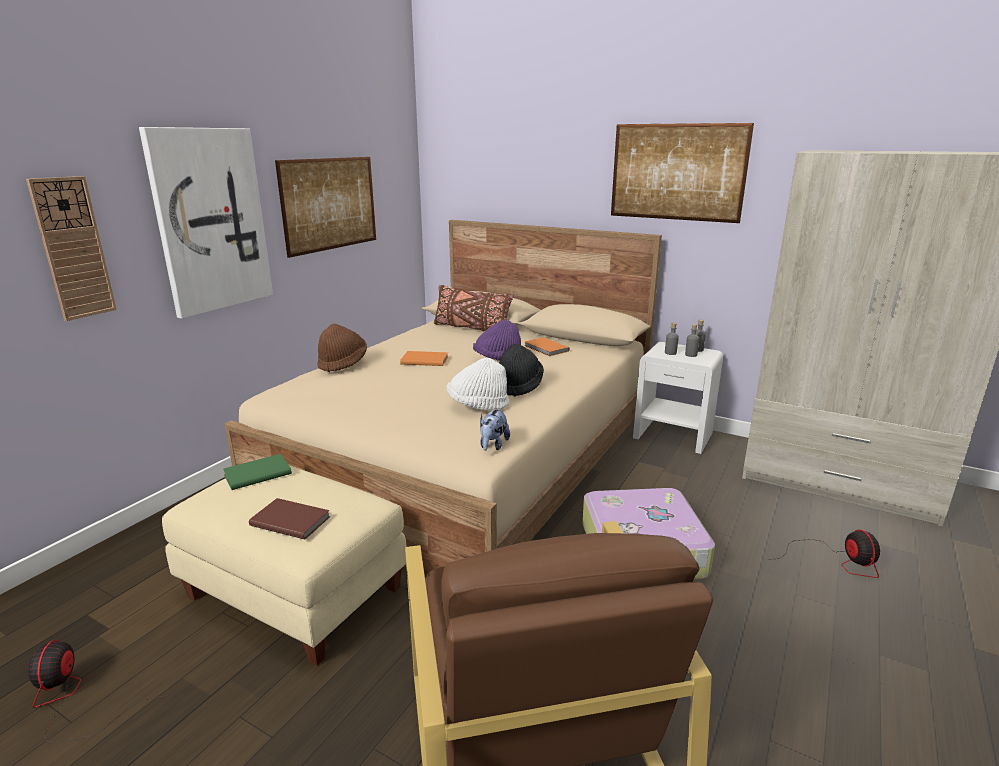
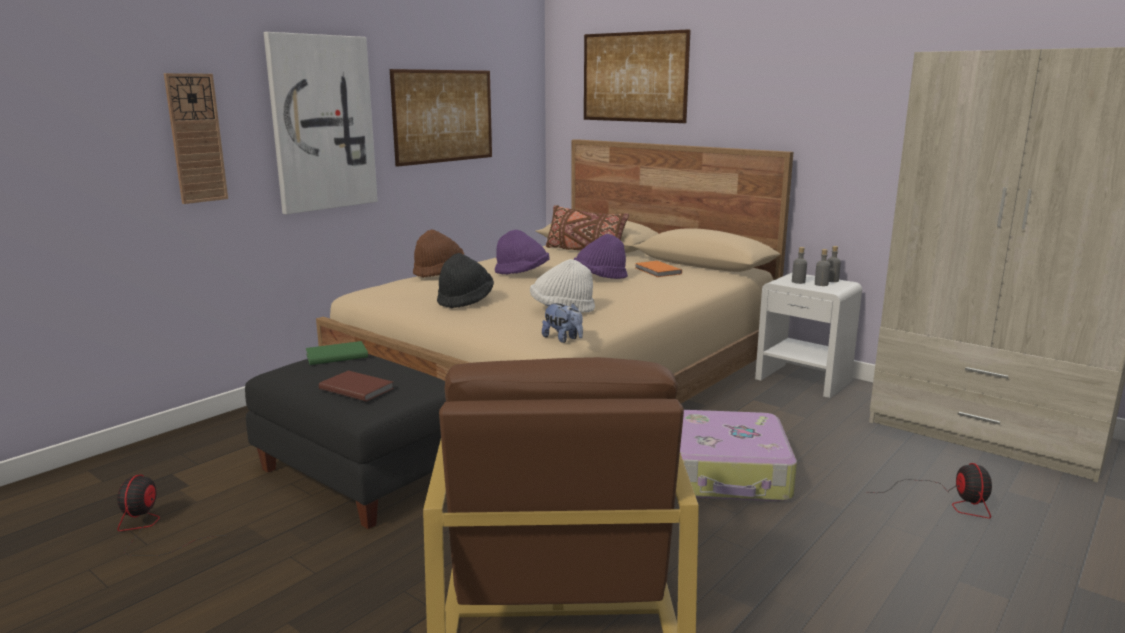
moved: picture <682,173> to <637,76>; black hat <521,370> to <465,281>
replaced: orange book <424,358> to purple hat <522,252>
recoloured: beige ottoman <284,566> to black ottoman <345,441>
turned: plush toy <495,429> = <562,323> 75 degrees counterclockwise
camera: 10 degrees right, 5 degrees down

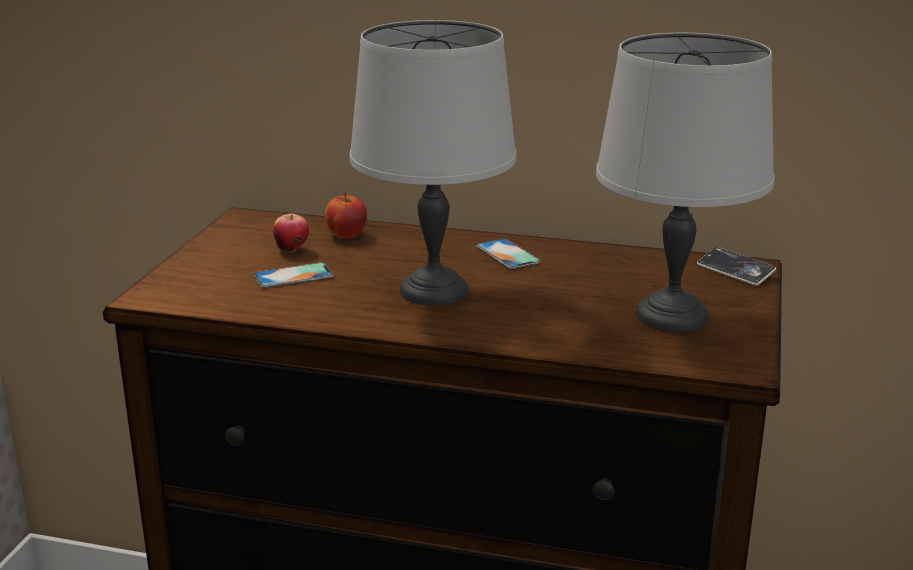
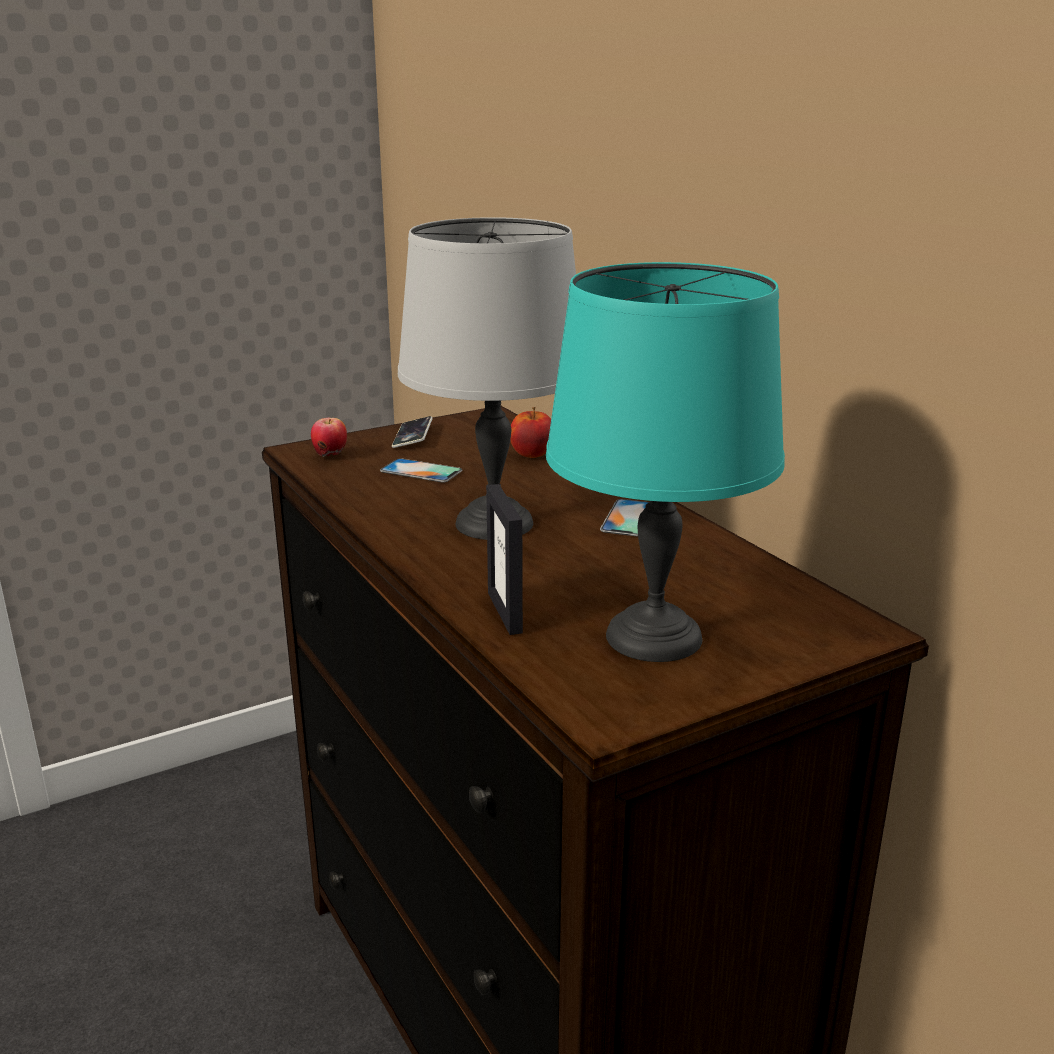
added: picture frame <504,559>
moved: apple <291,233> to <329,437>; phone <736,266> to <412,432>
recoloured: grey table lamp <685,182> to turquoise table lamp <665,462>
camera: 45 degrees right, 0 degrees up

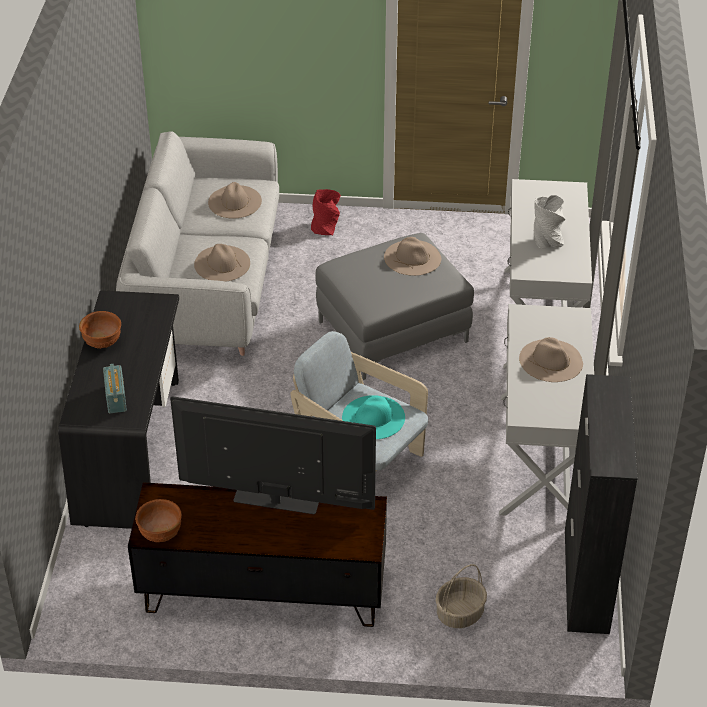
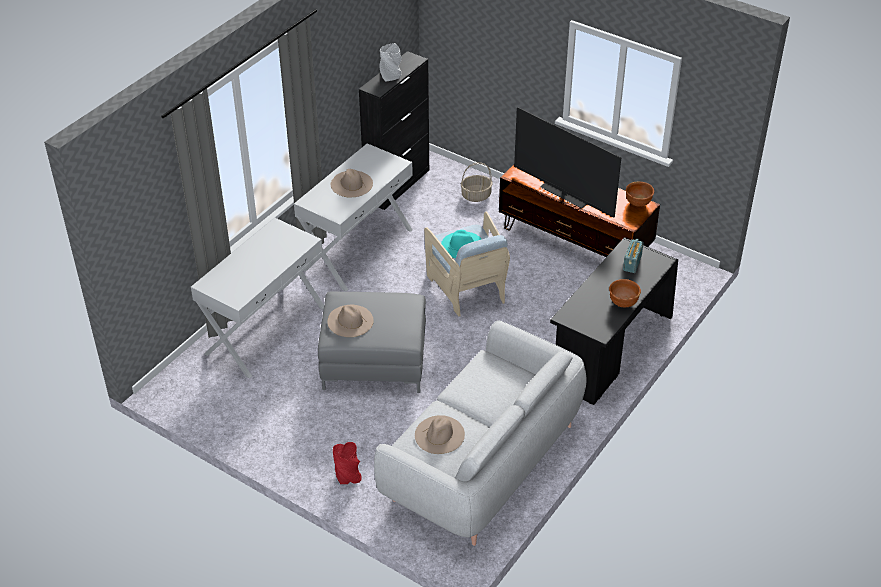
removed: beige hat <222,263>
moved: grey vase <549,221> to <391,62>
camera: 150 degrees left, 0 degrees up

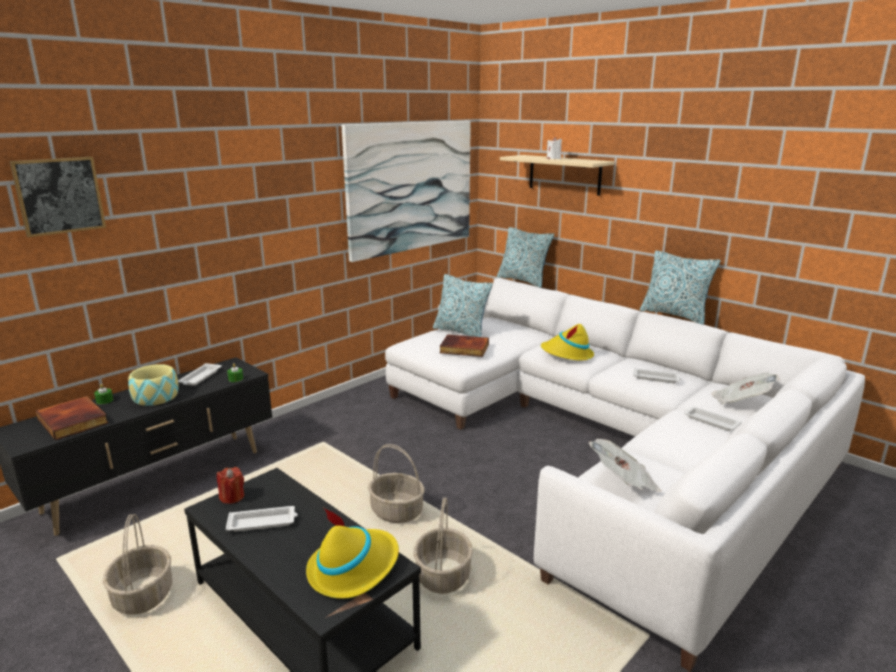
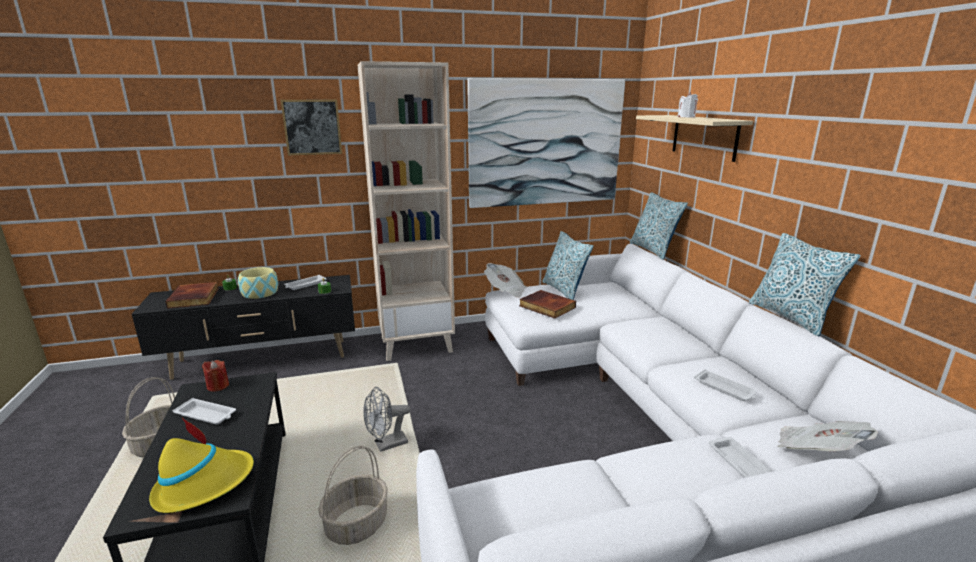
removed: yellow hat <567,342>
added: beige bookcase <406,211>
moved: picture <57,197> to <311,127>; newspaper <625,465> to <505,280>
replaced: basket <396,483> to grey fan <387,419>
camera: 30 degrees right, 0 degrees up

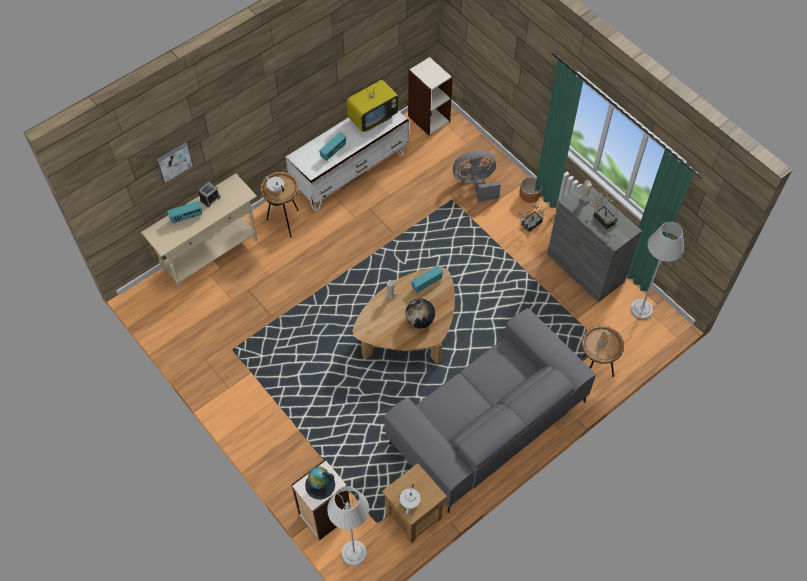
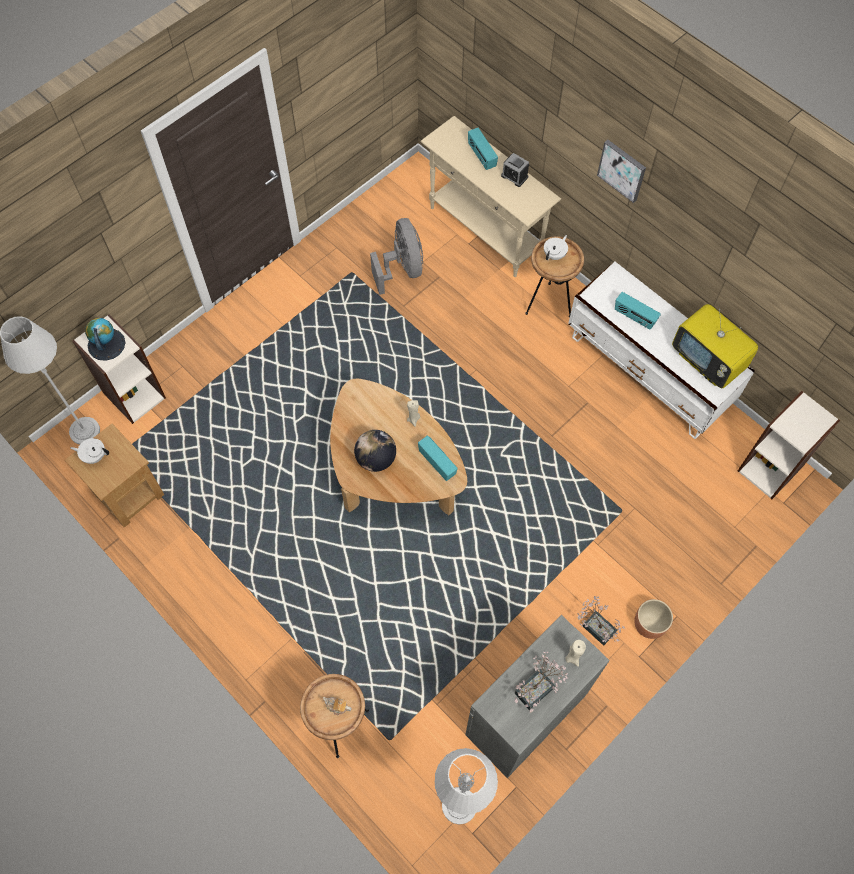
removed: grey sofa <490,410>
moved: picture <175,163> to <621,171>; grey fan <477,176> to <396,256>
camera: 85 degrees right, 5 degrees up

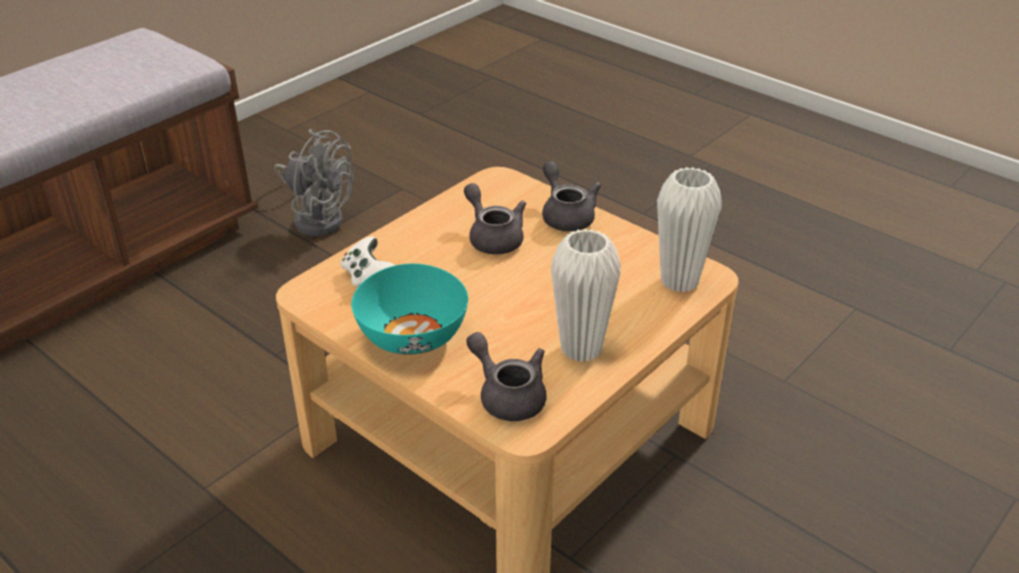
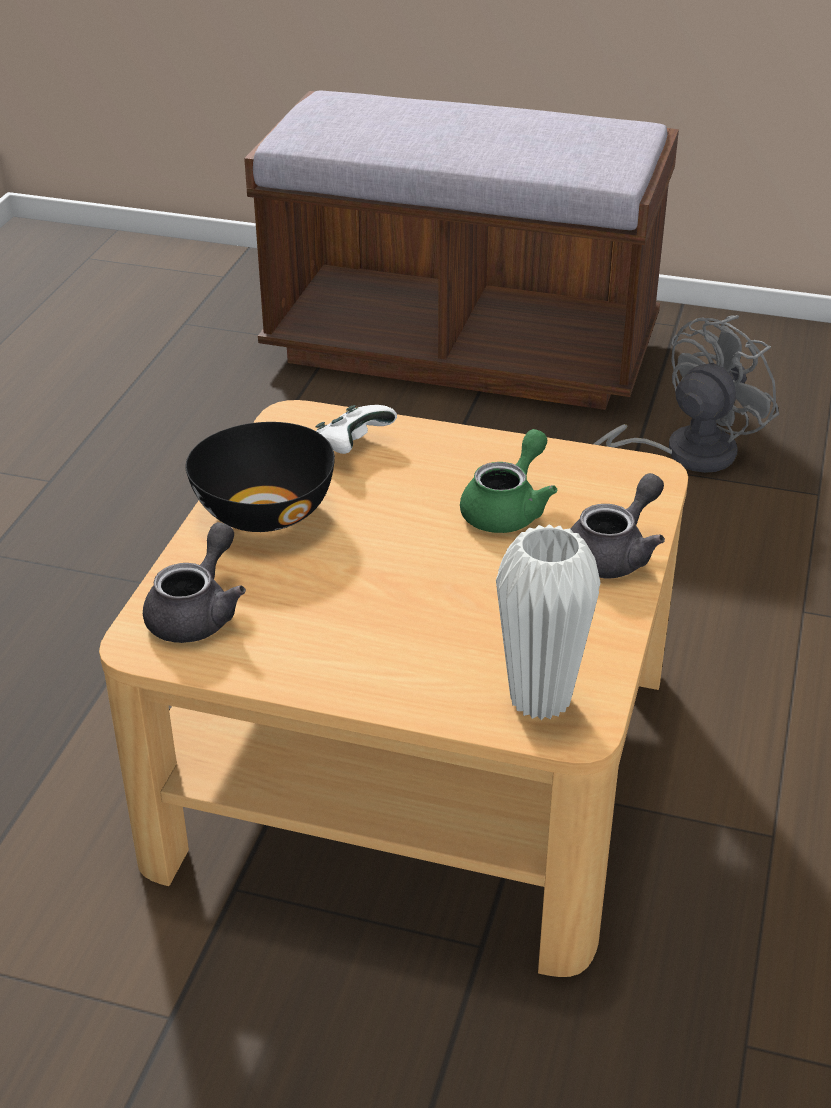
removed: white vase <586,295>
recoloured: grey teapot <495,218> to green teapot <508,481>; turquoise bowl <409,309> to black bowl <260,477>
turned: grey fan <314,183> = <687,394> 135 degrees counterclockwise
camera: 65 degrees right, 0 degrees up

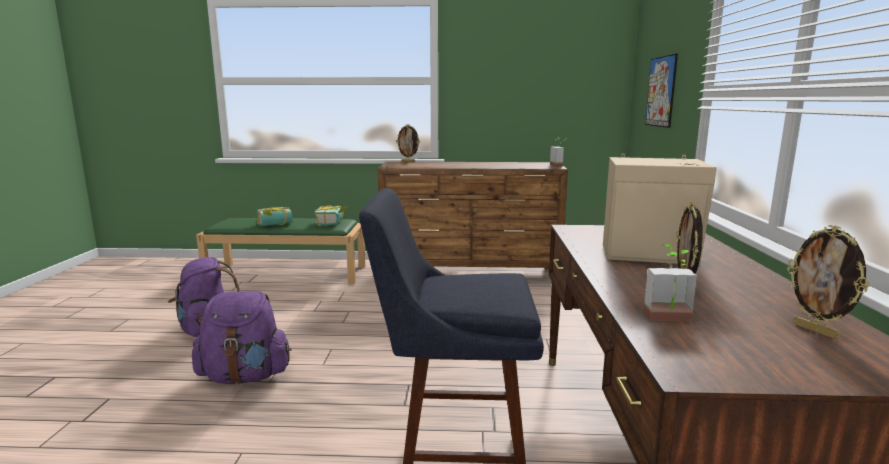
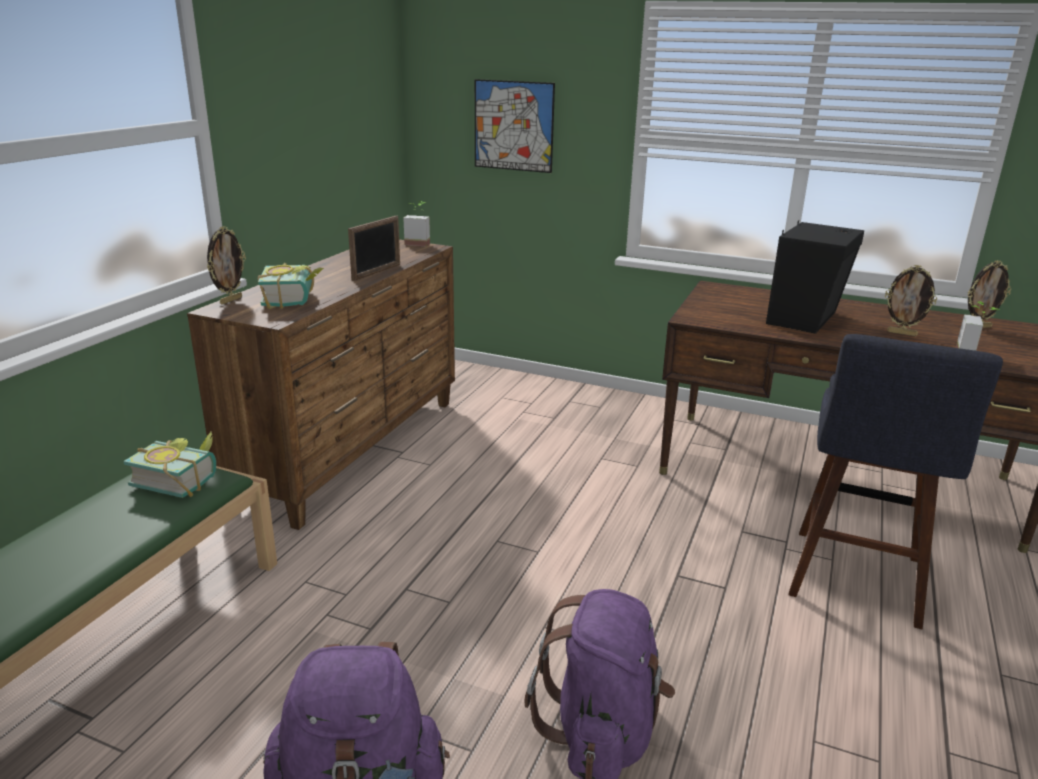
added: picture frame <374,248>
moved: book <274,216> to <291,286>
recoloured: beige speaker <660,209> to black speaker <815,277>
camera: 70 degrees left, 10 degrees up

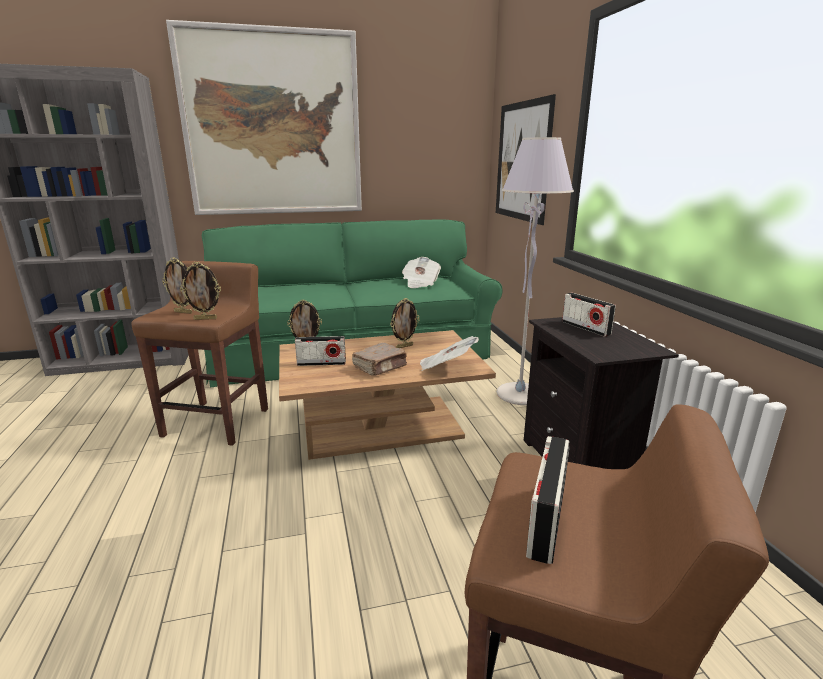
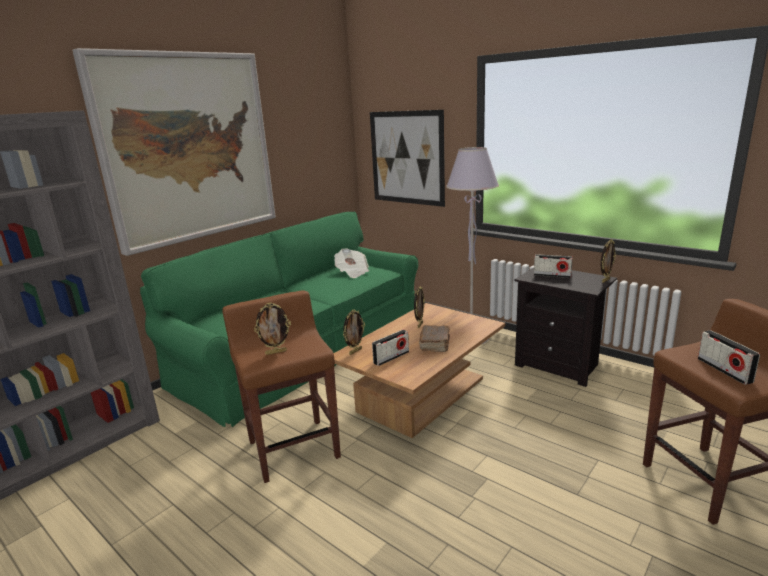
removed: newspaper <449,353>
moved: picture frame <200,291> to <608,261>
camera: 35 degrees left, 0 degrees up

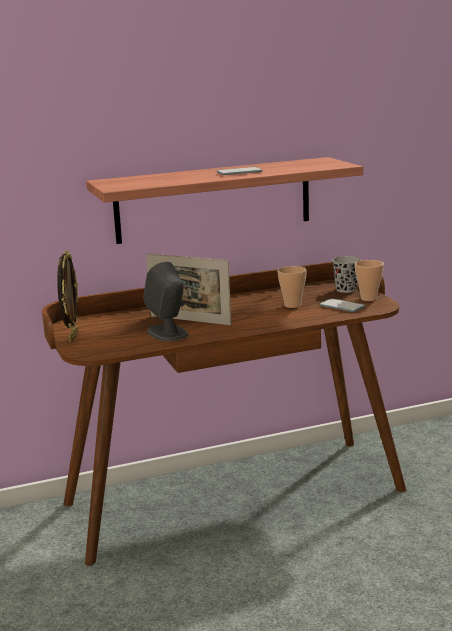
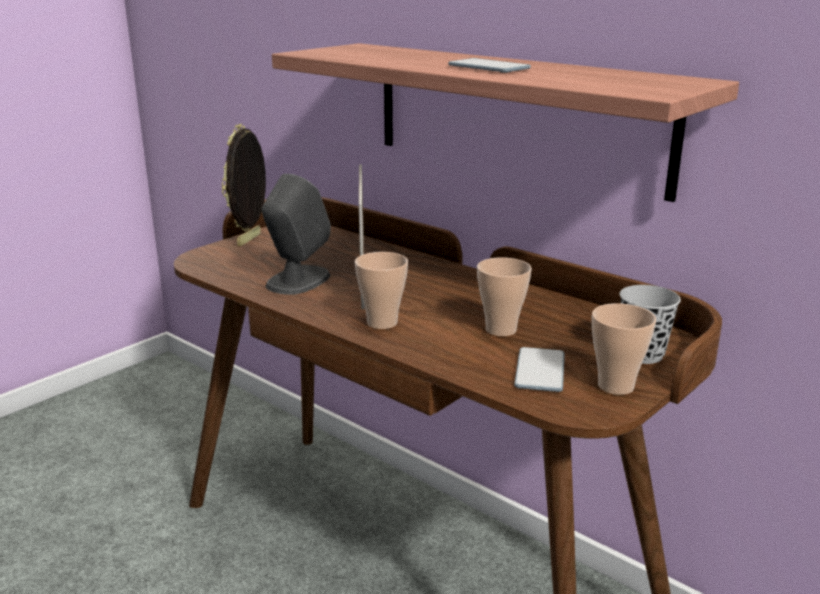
added: cup <381,290>
turned: picture frame <67,296> = <244,185> 135 degrees clockwise
camera: 60 degrees right, 5 degrees up

